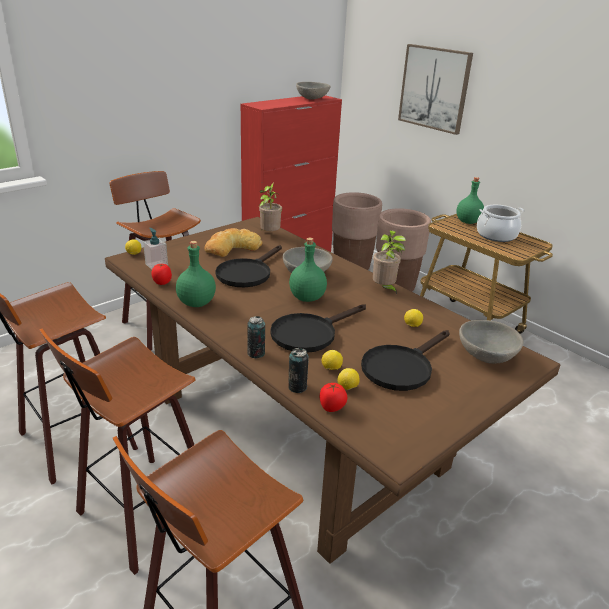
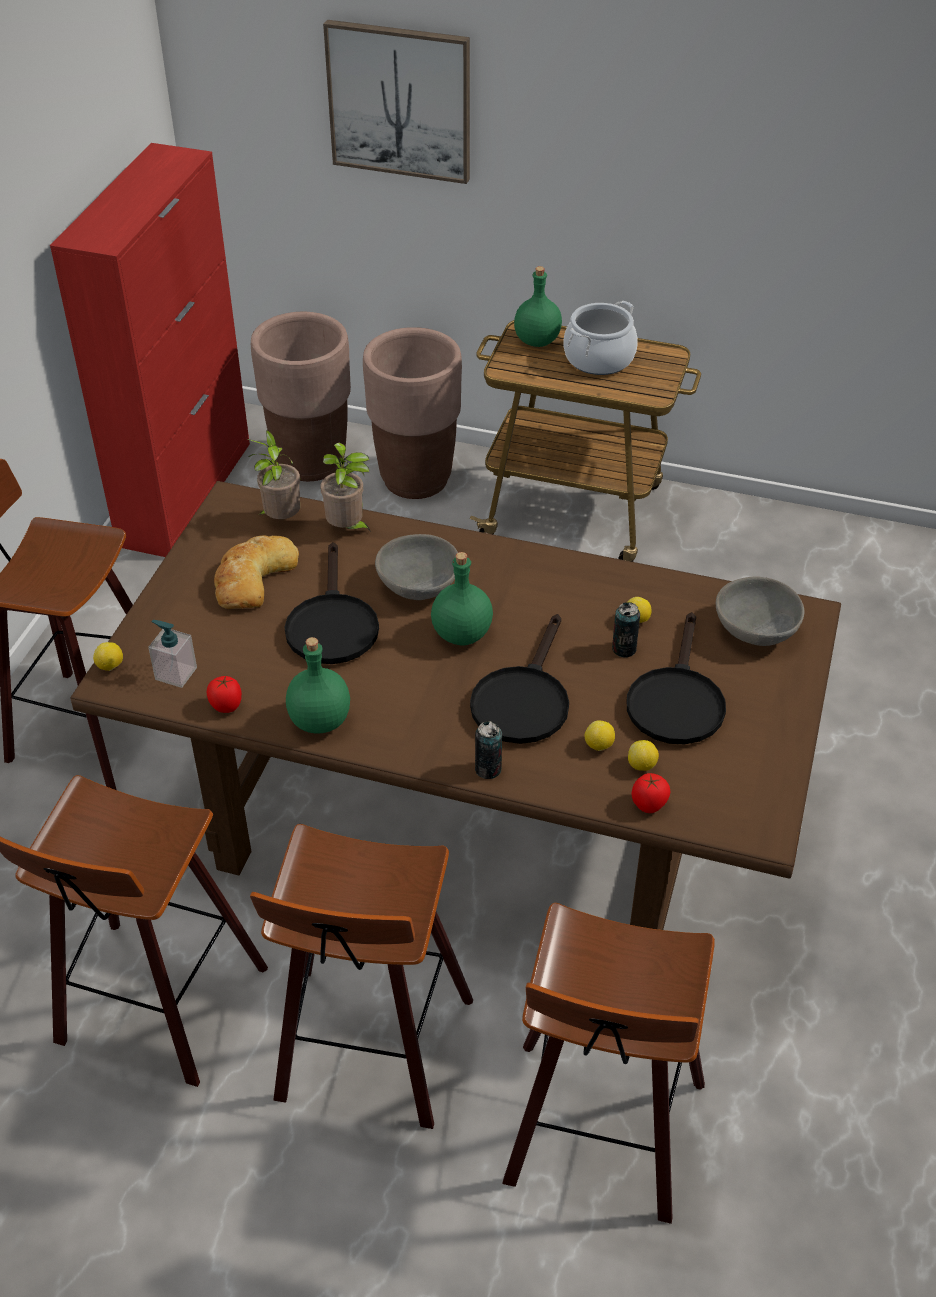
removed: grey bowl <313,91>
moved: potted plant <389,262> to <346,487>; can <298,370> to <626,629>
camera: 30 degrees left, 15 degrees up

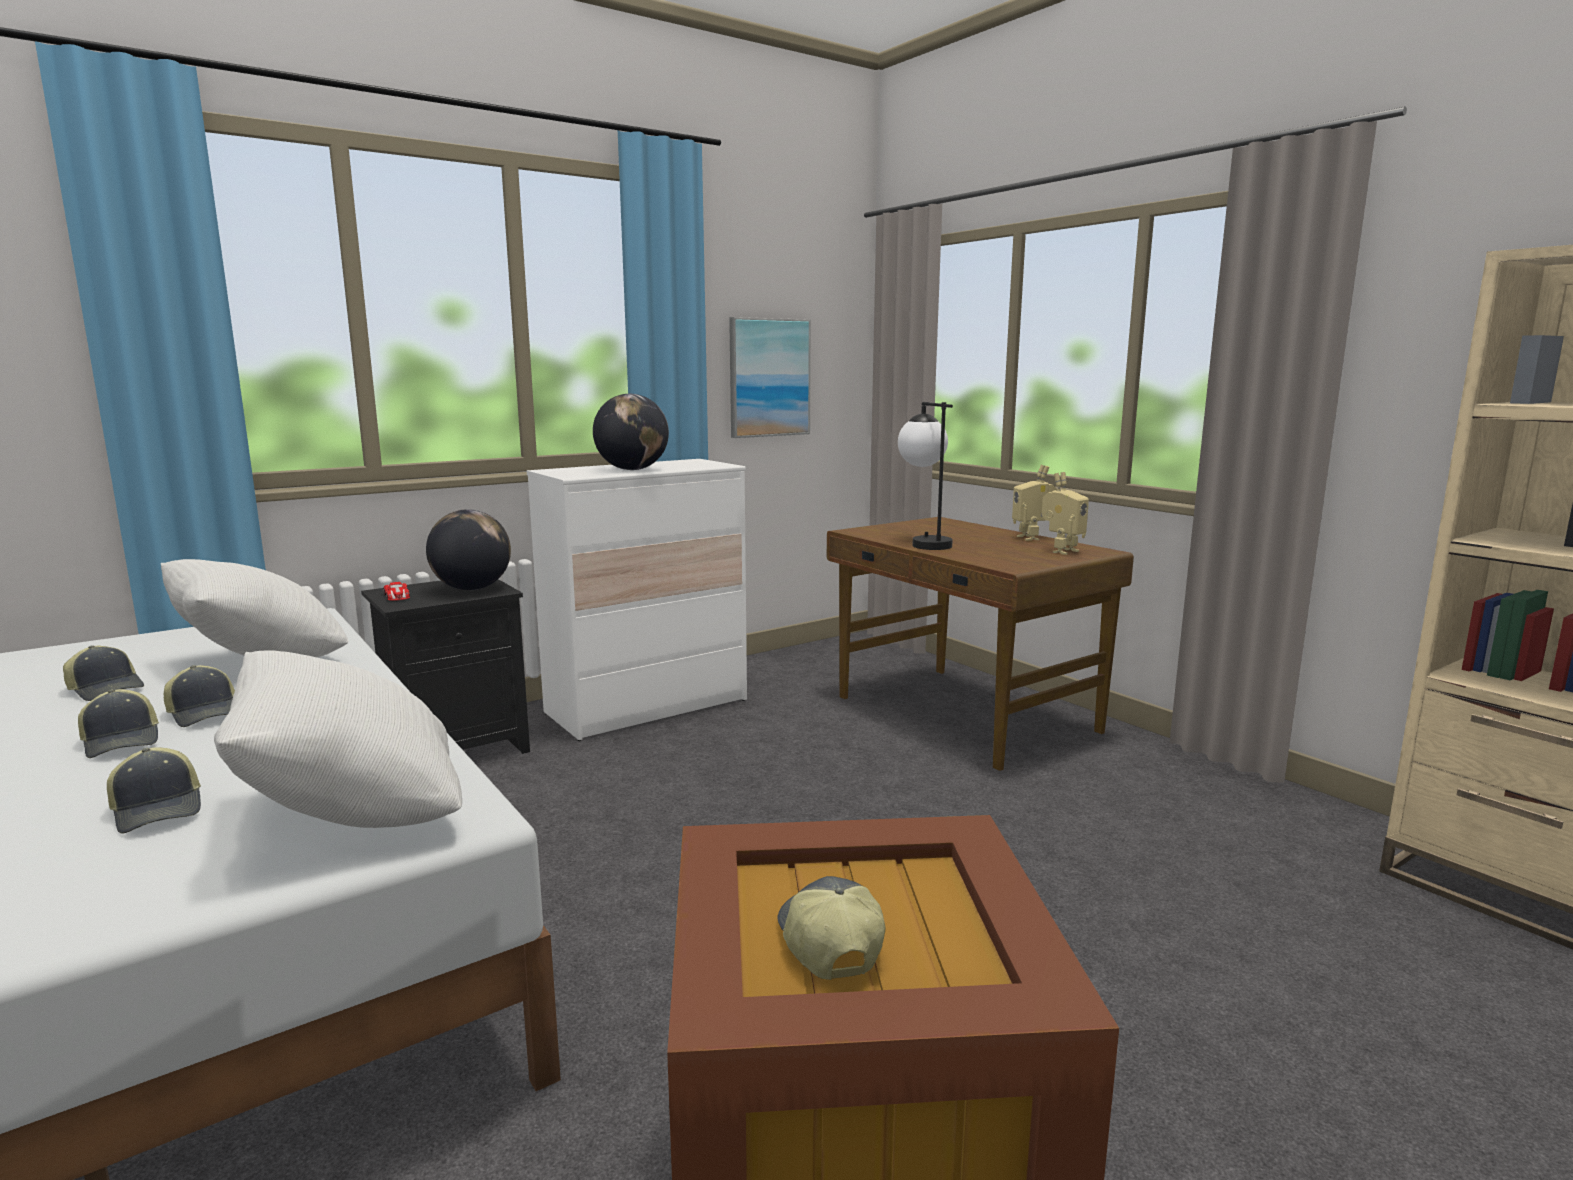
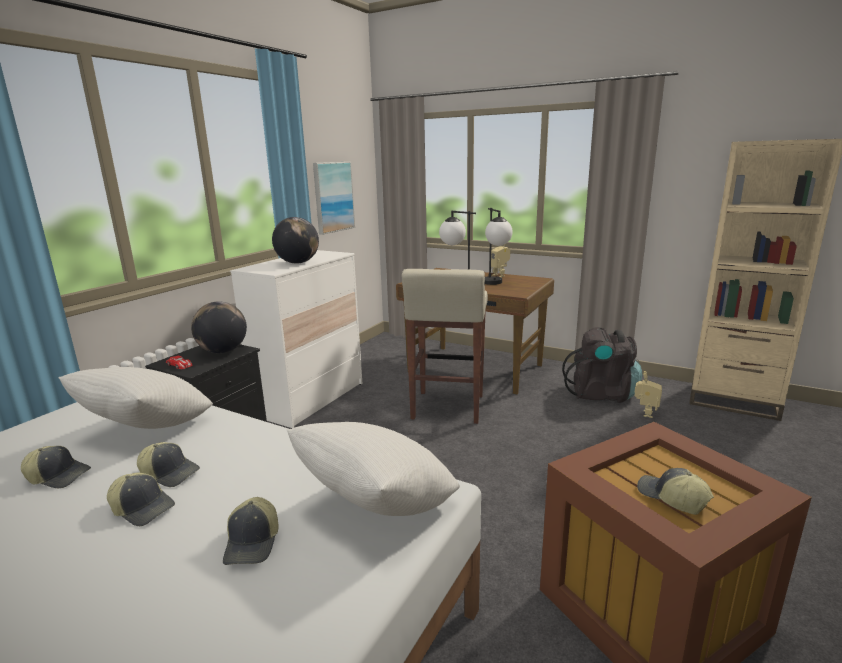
added: table lamp <499,246>; beige stool <445,346>; black backpack <602,365>
moved: toy robot <1065,513> to <648,394>
turned: cap <154,790> = <251,531> 60 degrees clockwise
camera: 25 degrees left, 5 degrees up

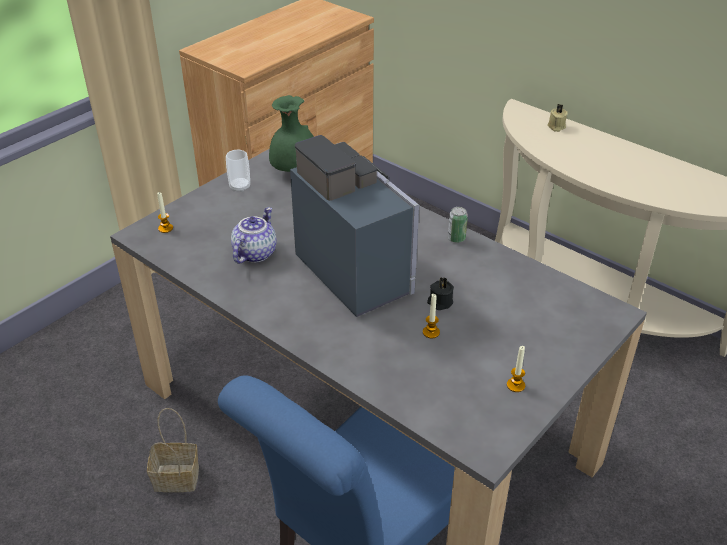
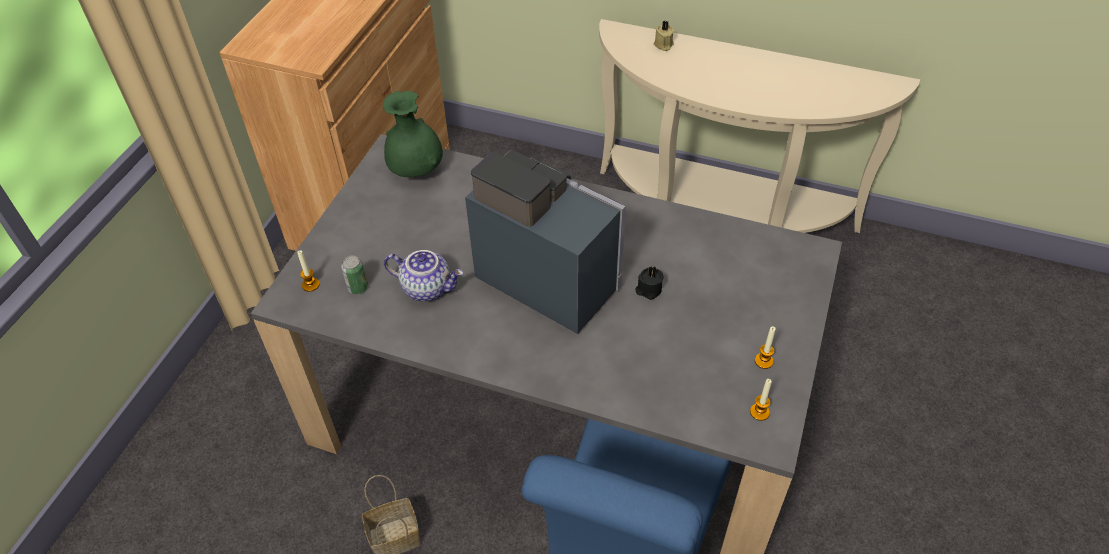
removed: cup <238,171>
moved: can <458,225> to <354,275>; candle <431,316> to <761,400>
turned: teapot <254,235> = <423,275> 105 degrees clockwise
camera: 20 degrees left, 10 degrees up

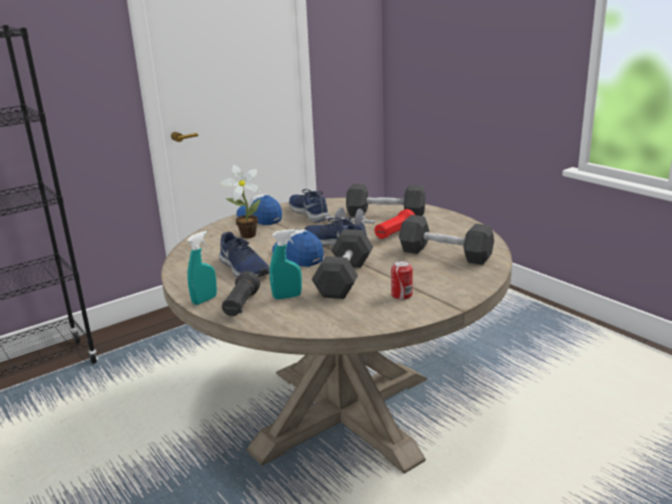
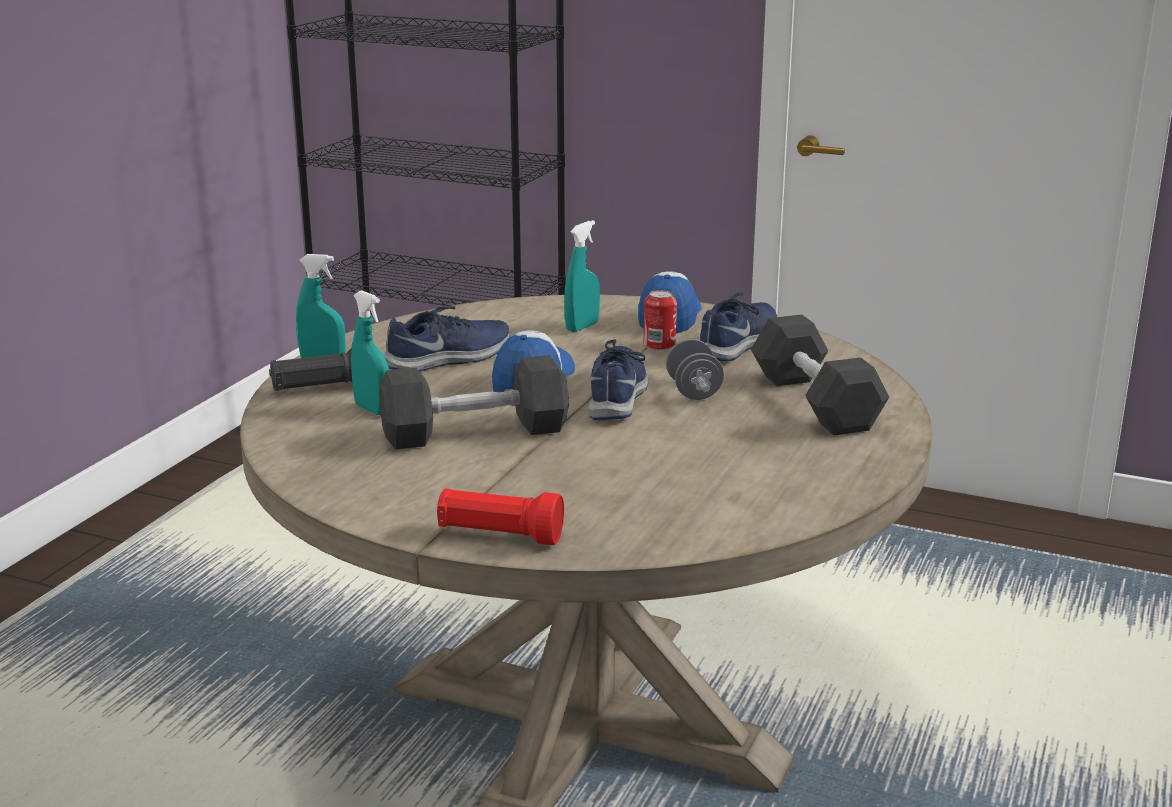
removed: black dumbbell <446,240>
moved: red flashlight <394,224> to <500,516>; can <401,280> to <660,320>
replaced: potted plant <241,201> to turquoise spray bottle <582,276>
turned: blue shoe <244,254> = <446,338> 150 degrees counterclockwise
camera: 60 degrees right, 0 degrees up

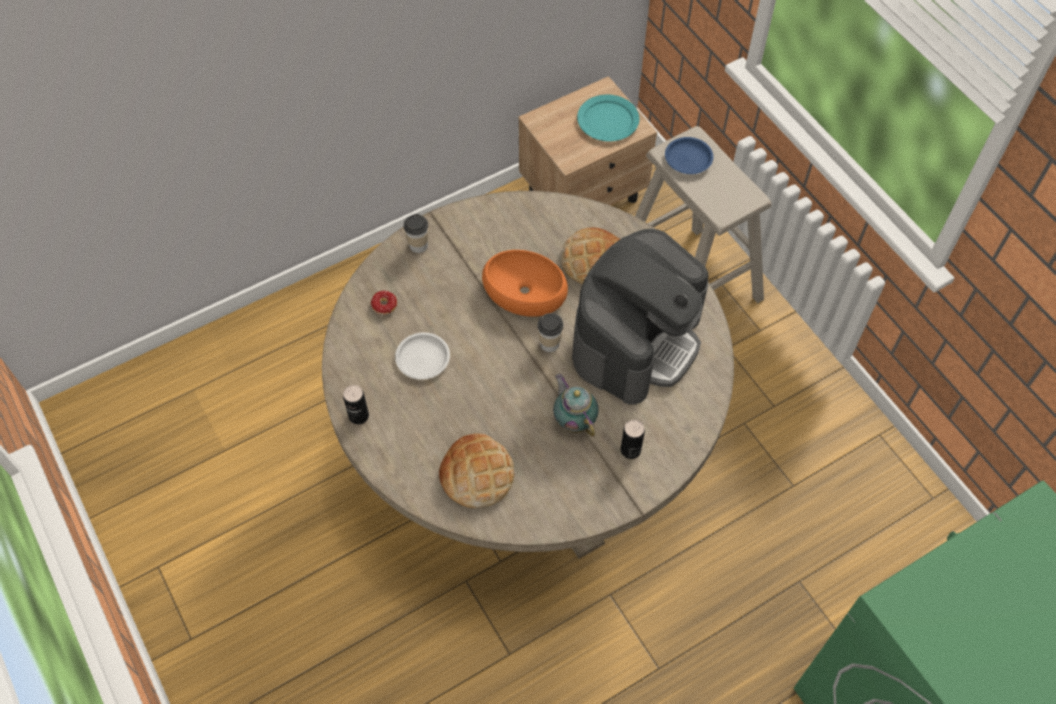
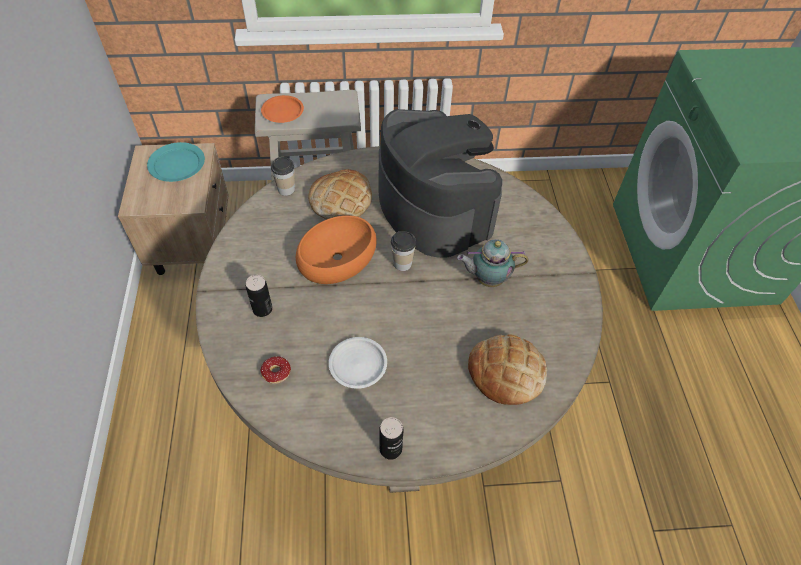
moved: cup <416,233> to <283,176>; can <633,439> to <259,296>
recoloured: blue plate <689,155> to orange plate <282,109>
camera: 65 degrees left, 5 degrees down

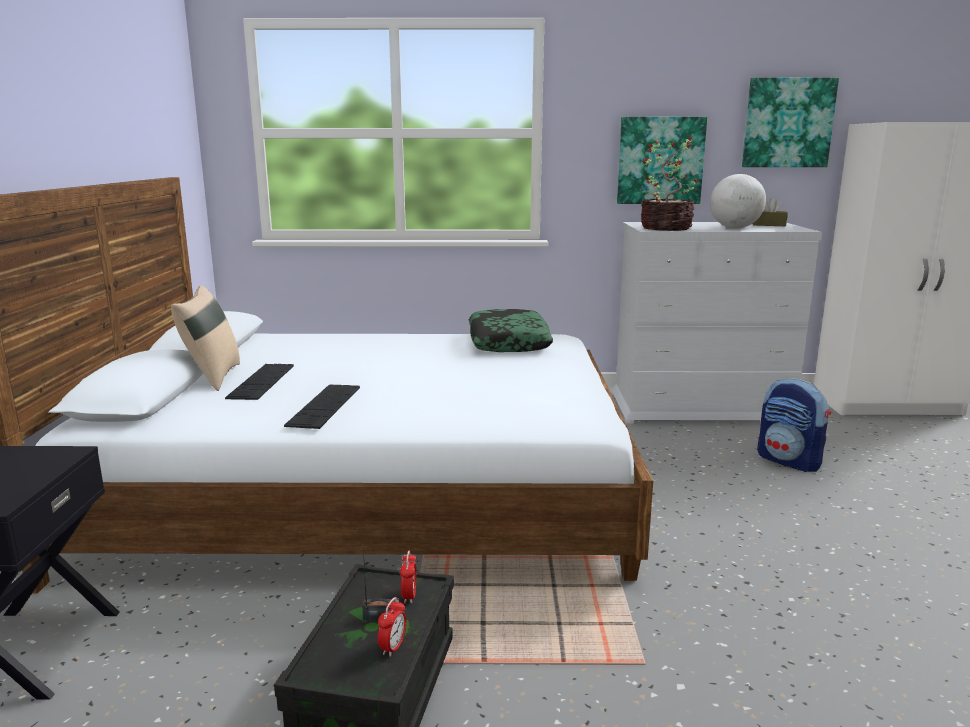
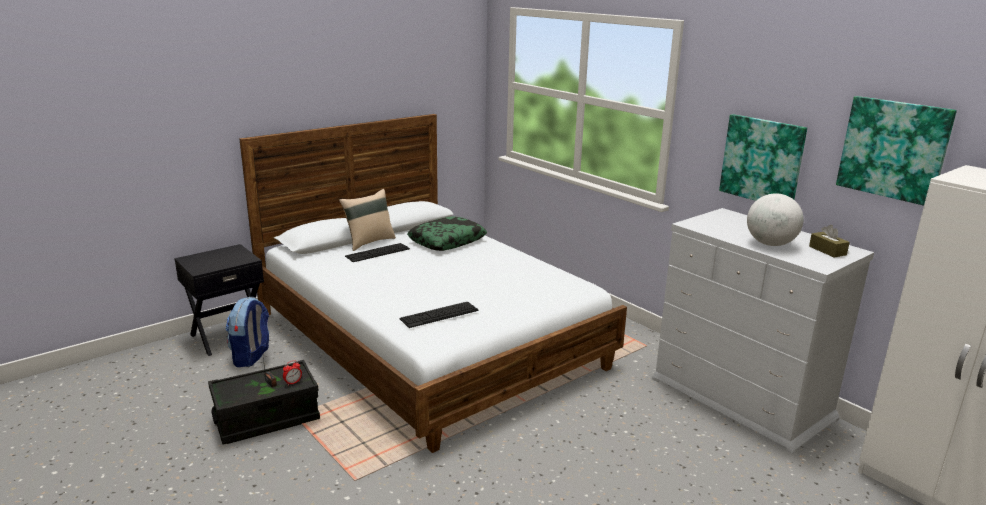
removed: potted plant <670,184>; alarm clock <392,627>
moved: pillow <511,330> to <447,233>; backpack <794,425> to <247,332>; keyboard <322,407> to <439,315>
camera: 50 degrees right, 5 degrees up

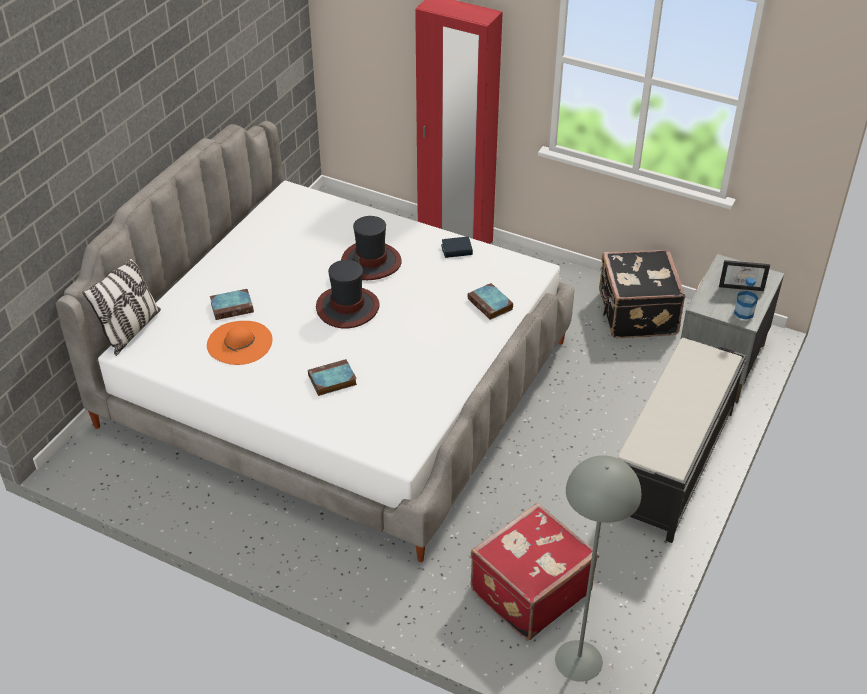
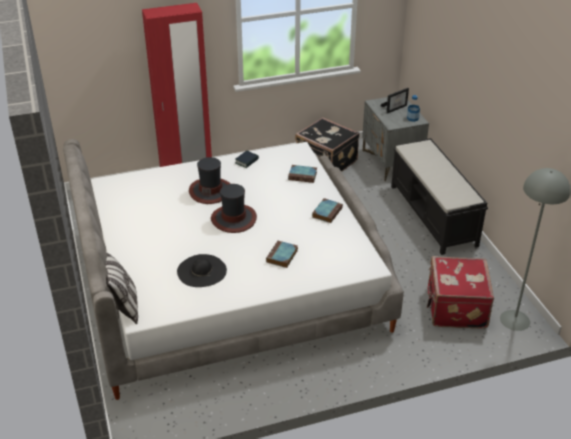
moved: book <232,304> to <327,210>
recoloured: orange hat <239,343> to black hat <202,270>
camera: 45 degrees left, 5 degrees down

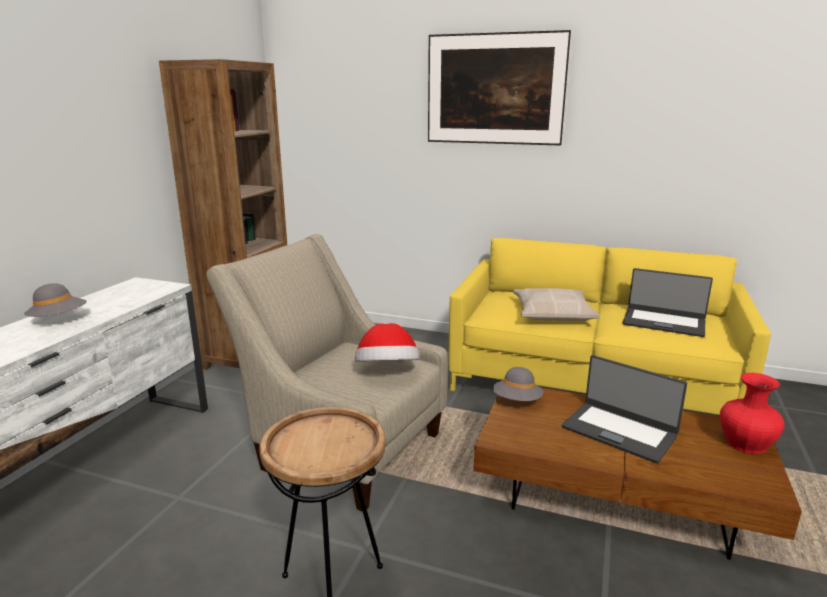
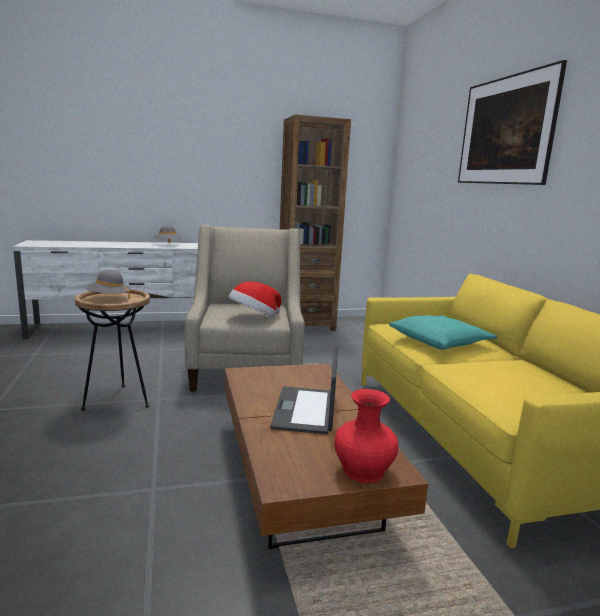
removed: laptop <667,302>
moved: grey hat <518,384> to <108,285>
recoloured: beige pillow <556,304> to turquoise pillow <443,332>
camera: 55 degrees right, 5 degrees down

